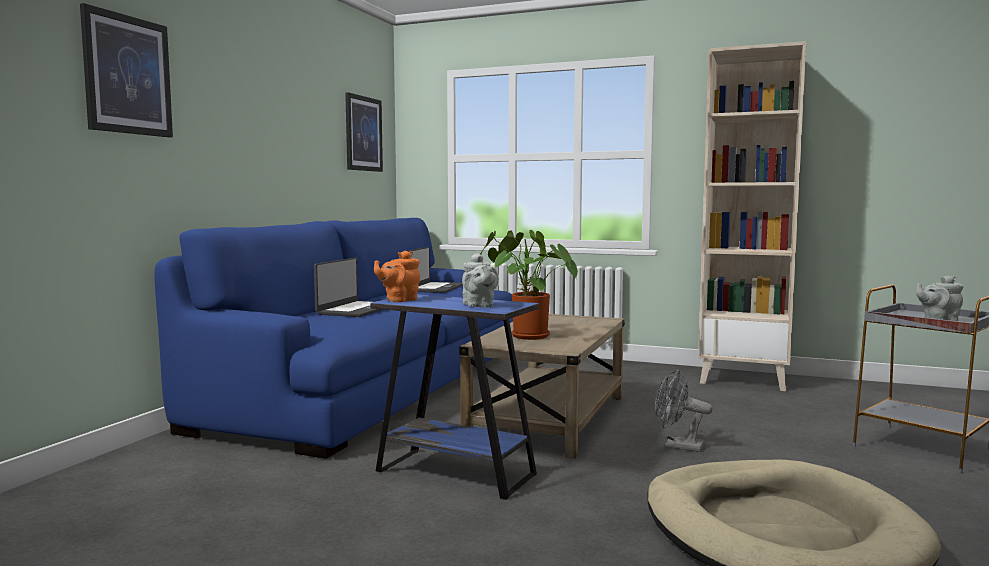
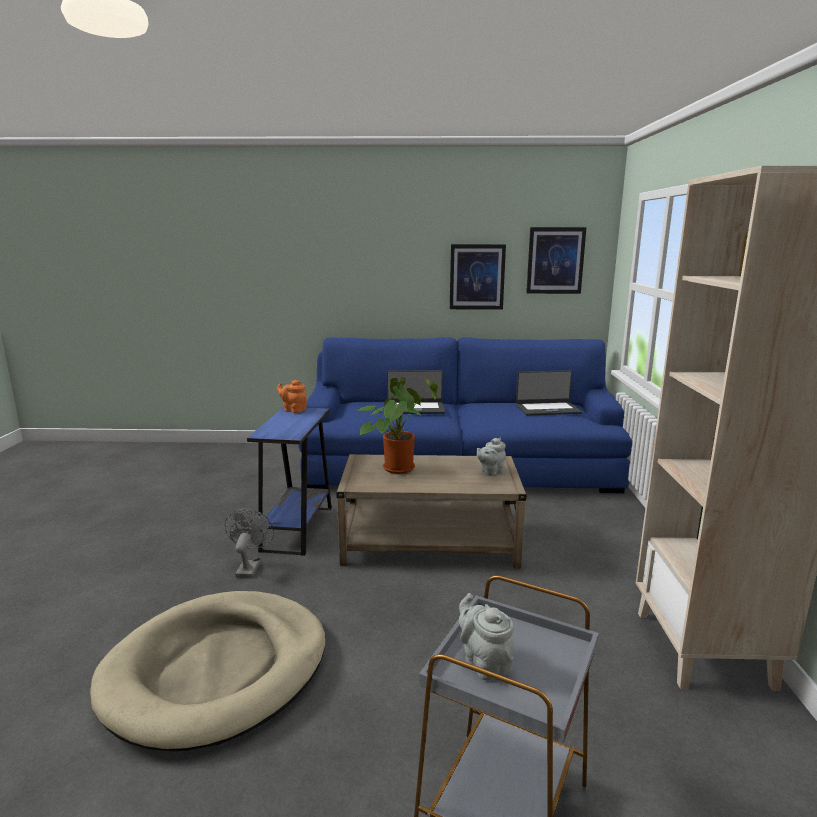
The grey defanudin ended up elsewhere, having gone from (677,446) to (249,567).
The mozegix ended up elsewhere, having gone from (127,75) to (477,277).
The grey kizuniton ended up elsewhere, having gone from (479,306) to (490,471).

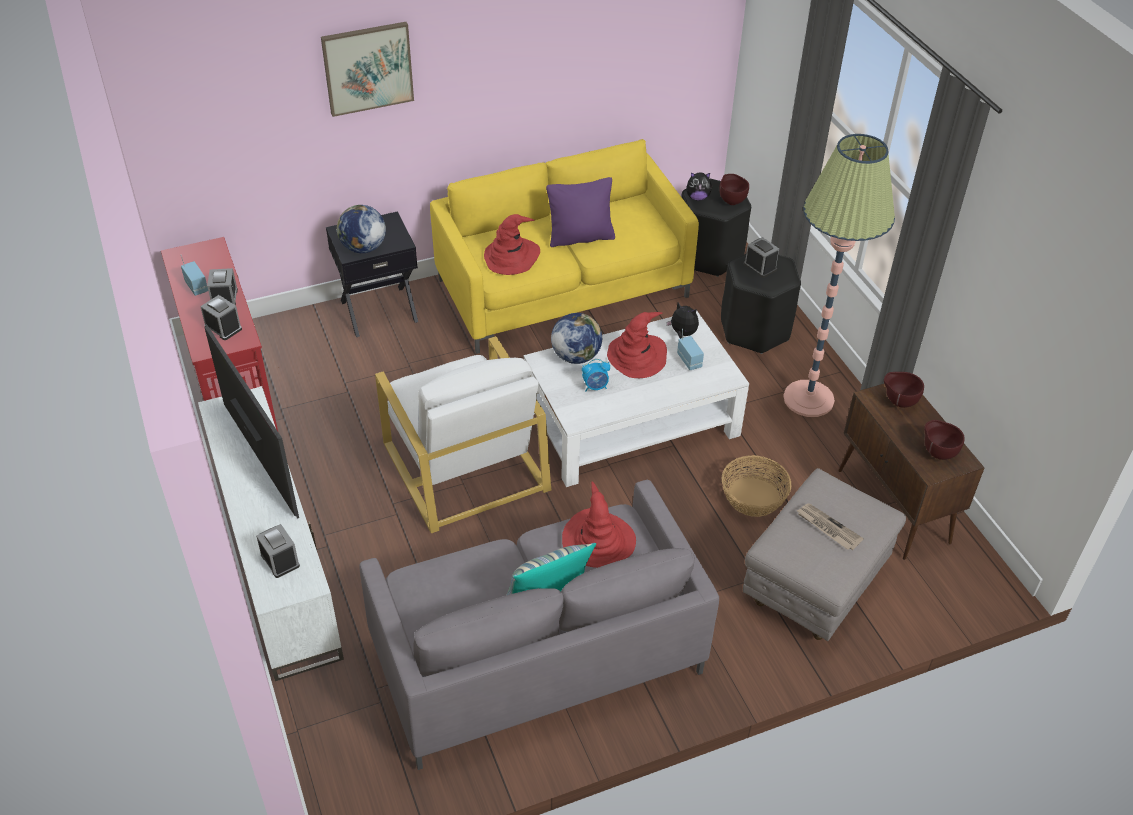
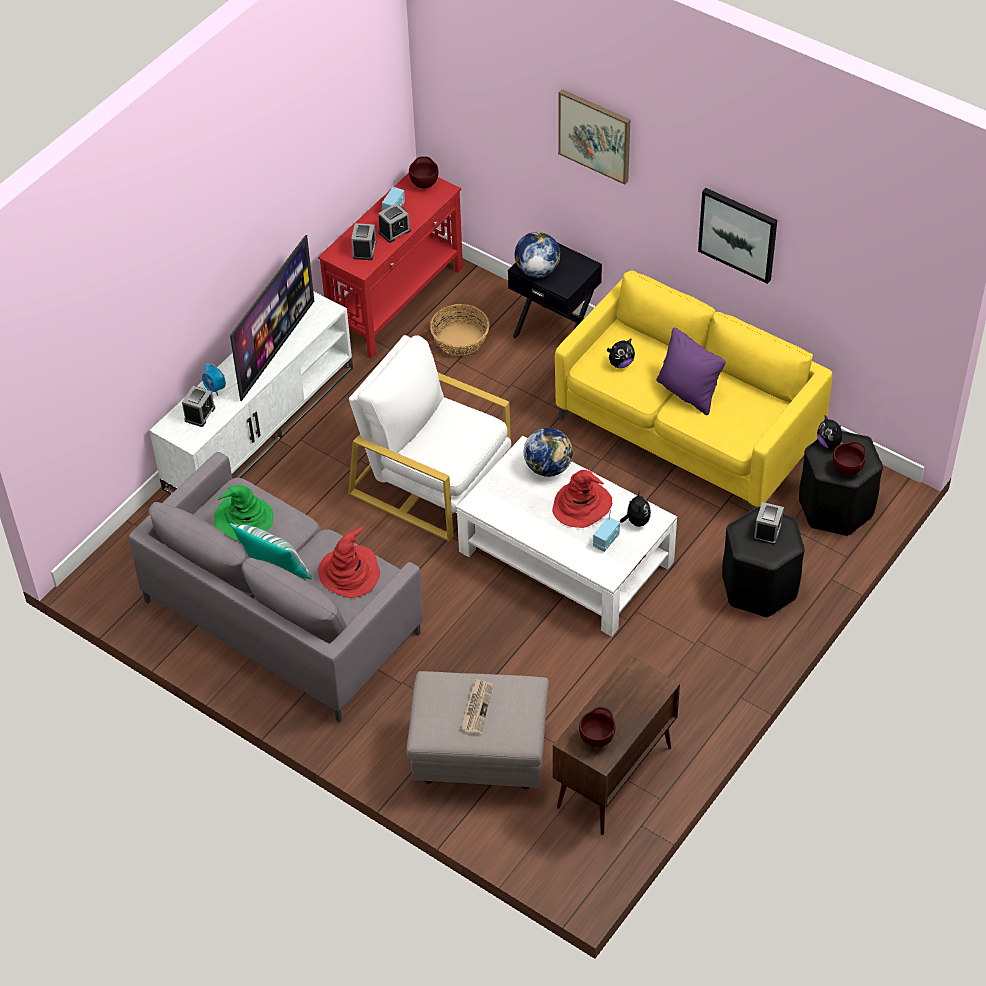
The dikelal ended up elsewhere, having gone from (595,387) to (215,389).
The second view gained the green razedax at (243,519).
The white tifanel at (465,464) ended up facing another way, 90 degrees clockwise from before.
The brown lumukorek ended up elsewhere, having gone from (898,402) to (424,184).
The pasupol ended up elsewhere, having gone from (753,497) to (460,339).
Where the red razedax stood at (511,257), the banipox came to stand at (620,363).
The second view gained the mozegix at (738,234).
The second view lost the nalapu at (808,399).

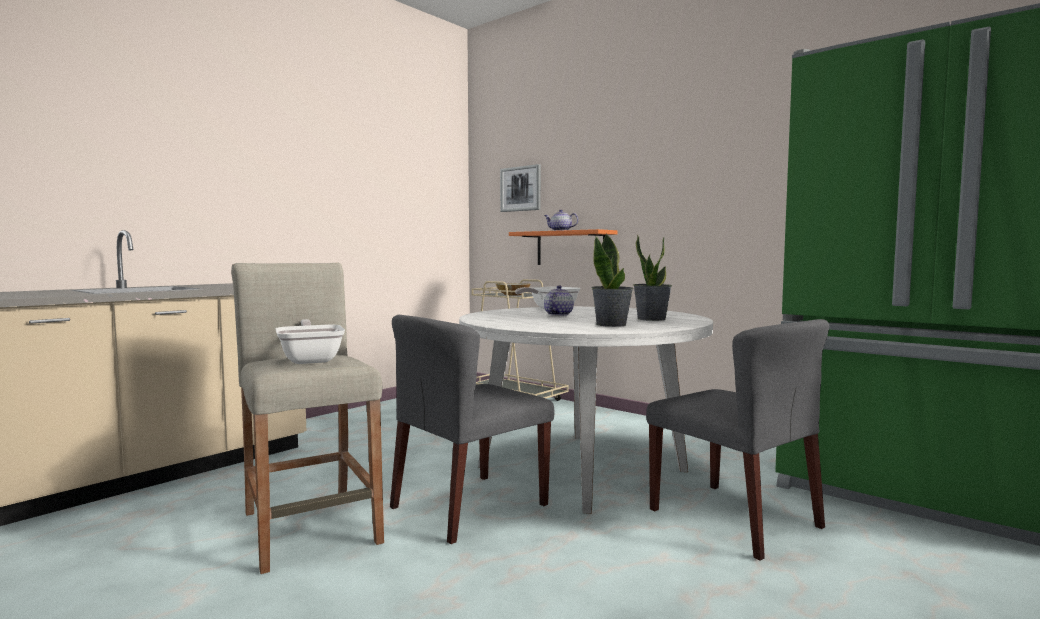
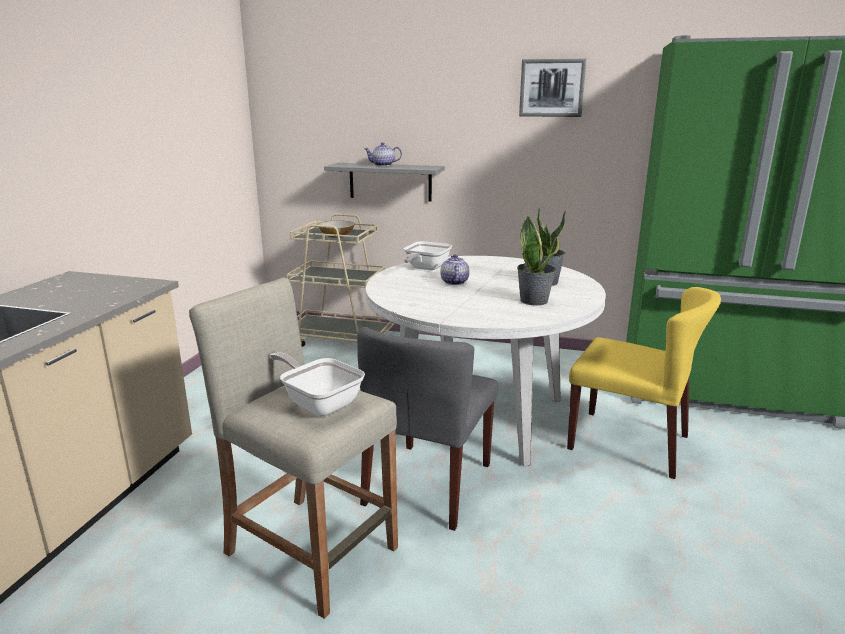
What was the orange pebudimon at (570,248) turned into the grey pebudimon at (390,182).
The mozegix ended up elsewhere, having gone from (521,189) to (552,88).
What was the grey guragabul at (735,518) turned into the yellow guragabul at (629,442).

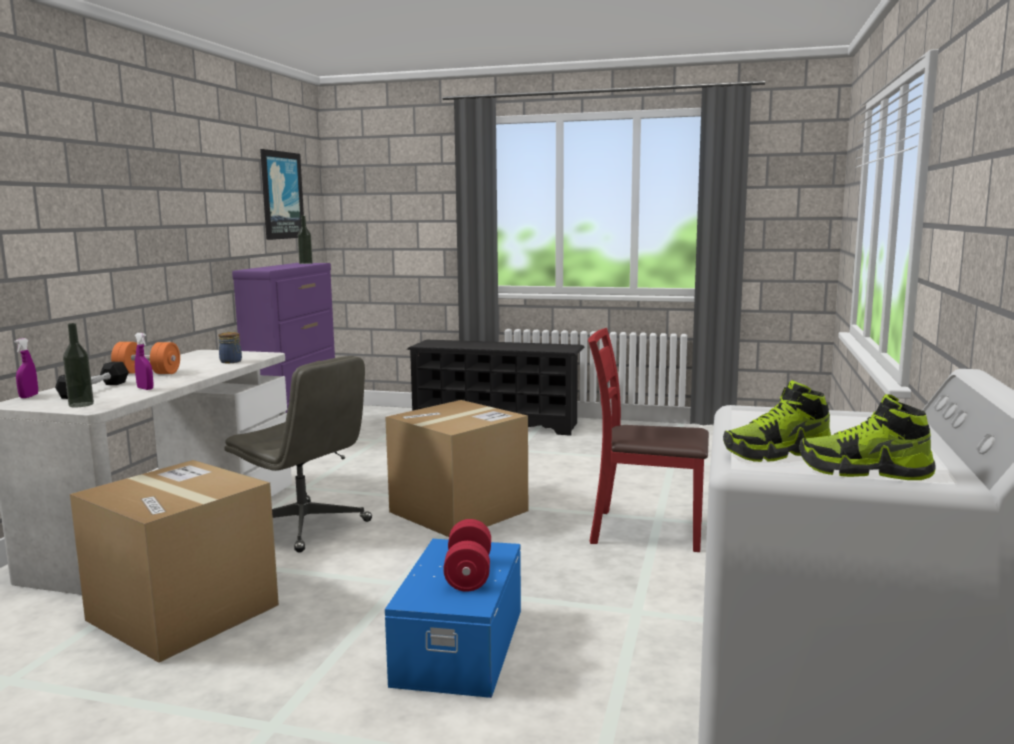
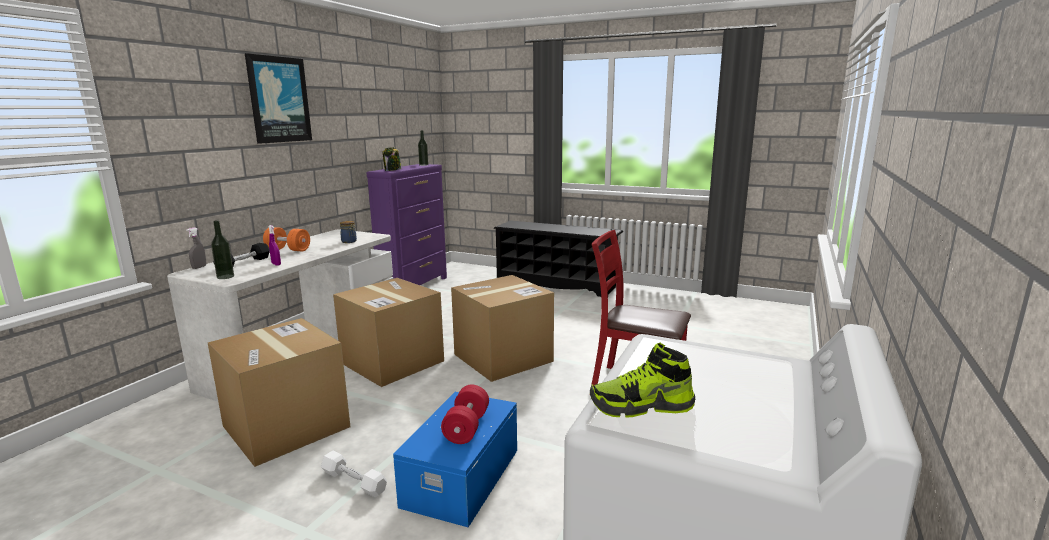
What was the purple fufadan at (29,396) turned into the grey fufadan at (199,267).
The mozegix ended up elsewhere, having gone from (281,195) to (279,99).
The second view gained the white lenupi at (354,481).
Where the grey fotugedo stood at (304,526), the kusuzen came to stand at (392,362).
The second view gained the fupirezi at (392,170).
The second view lost the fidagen at (864,471).

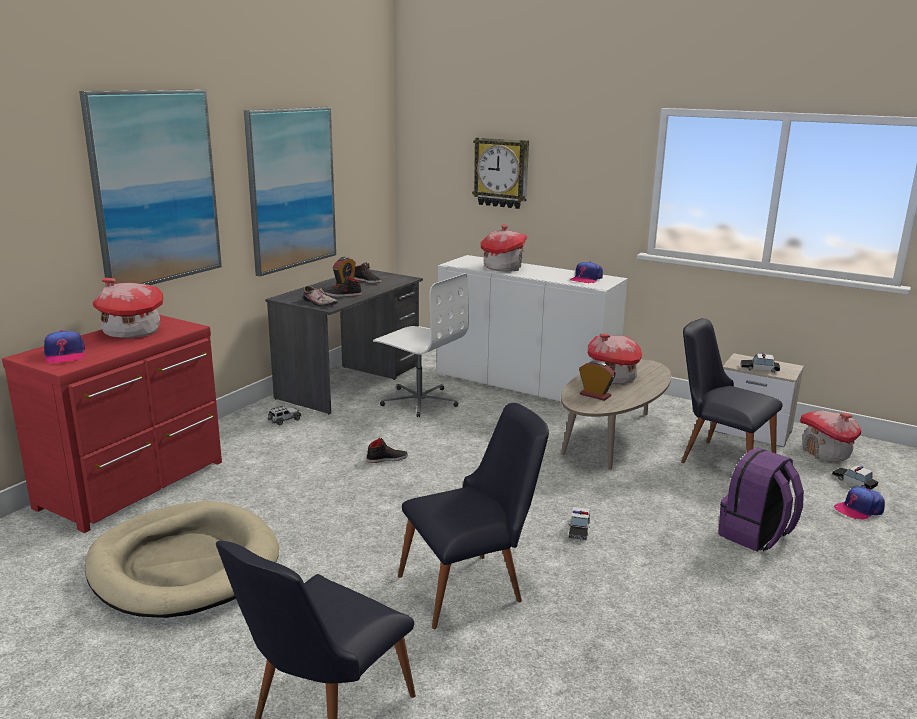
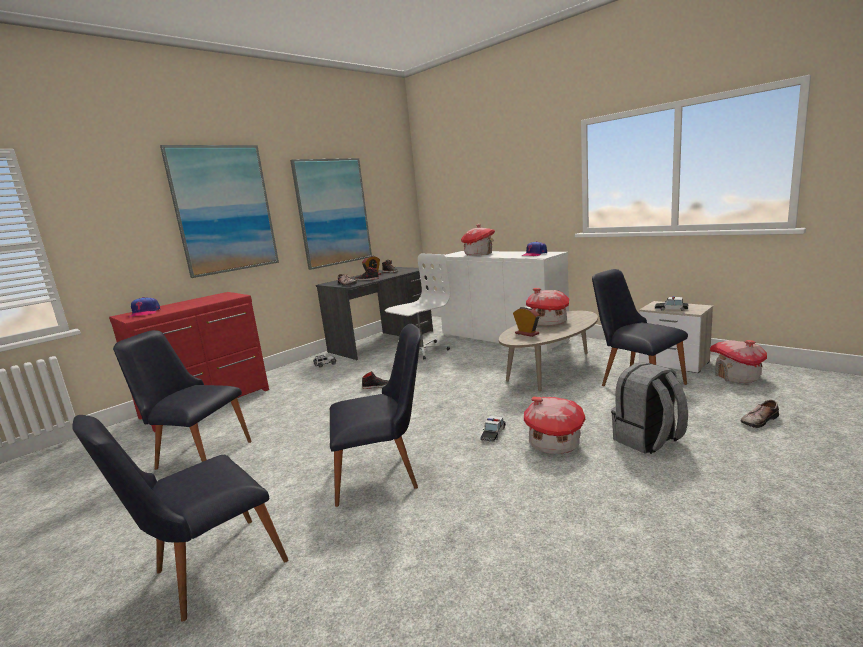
Where the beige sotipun stood at (184,565), the black guragabul came to stand at (197,454).
The white fotugedo at (419,401) ended up facing another way, 90 degrees counterclockwise from before.
The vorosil ended up elsewhere, having gone from (131,332) to (553,444).
What was the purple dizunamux at (755,535) turned into the grey dizunamux at (648,440).
Where the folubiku stood at (859,509), the fidagen came to stand at (758,420).
The second view lost the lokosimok at (501,172).
The second view lost the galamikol at (853,482).

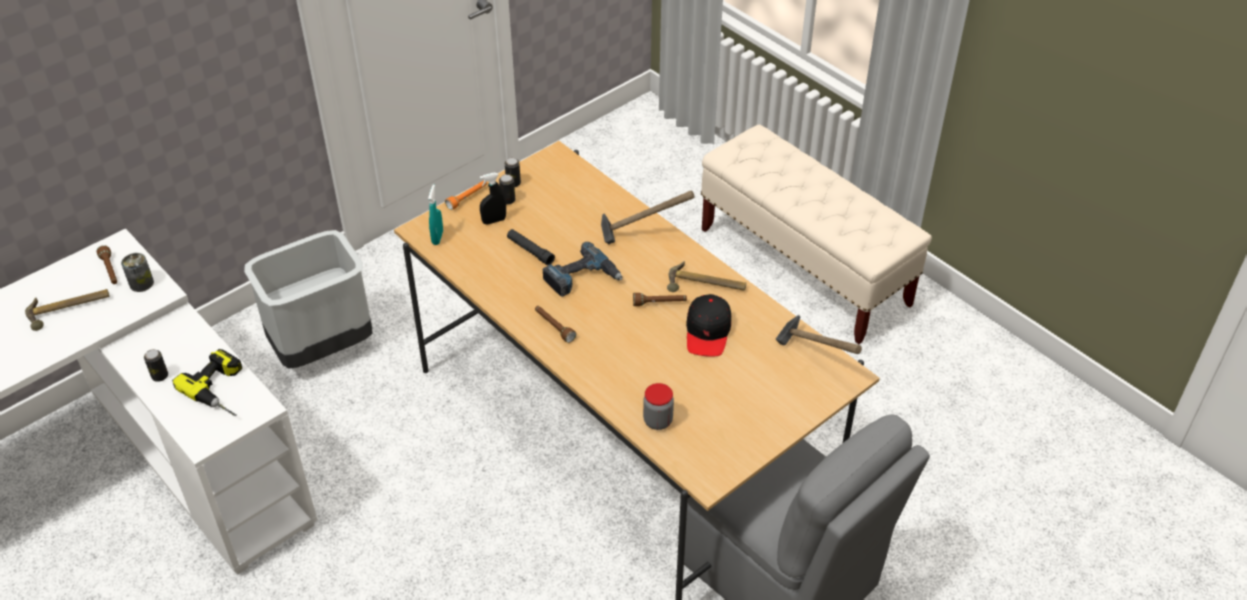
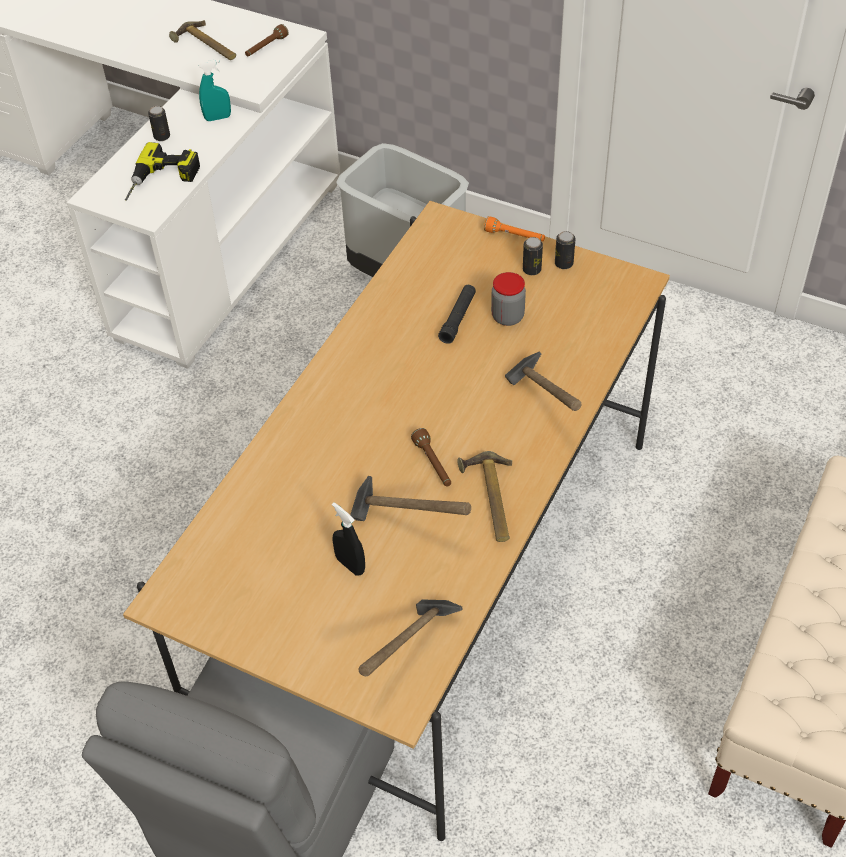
The turquoise fufadan ended up elsewhere, having gone from (437,238) to (218,118).
The black fufadan ended up elsewhere, having gone from (494,221) to (350,565).
Where the black folubiku stood at (708,332), the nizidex came to stand at (407,527).
The fupirezi ended up elsewhere, having gone from (658,421) to (507,317).
The second view lost the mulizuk at (141,283).
The second view lost the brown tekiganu at (554,327).
The second view lost the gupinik at (582,278).

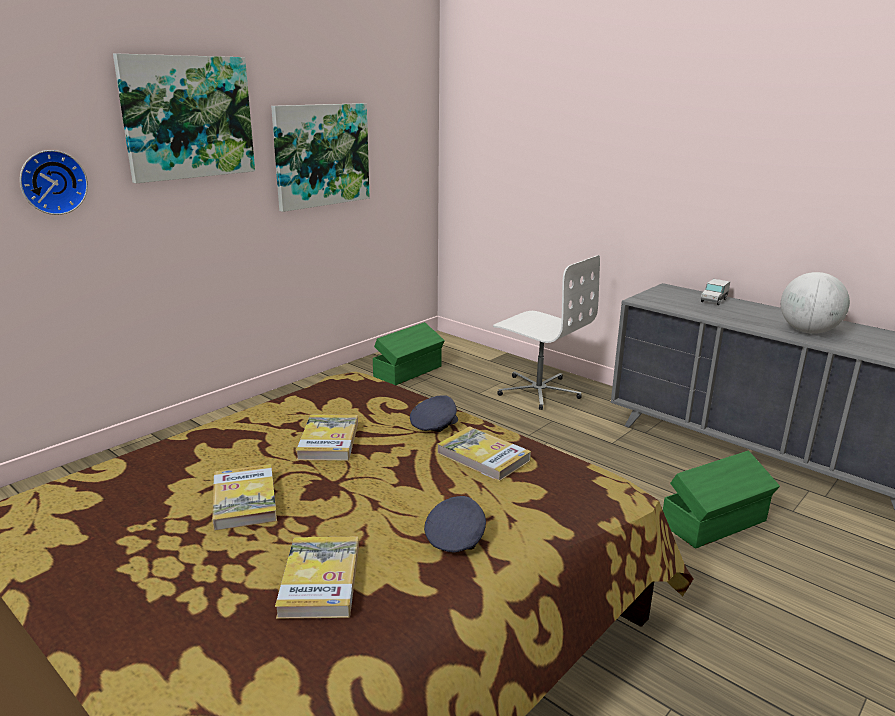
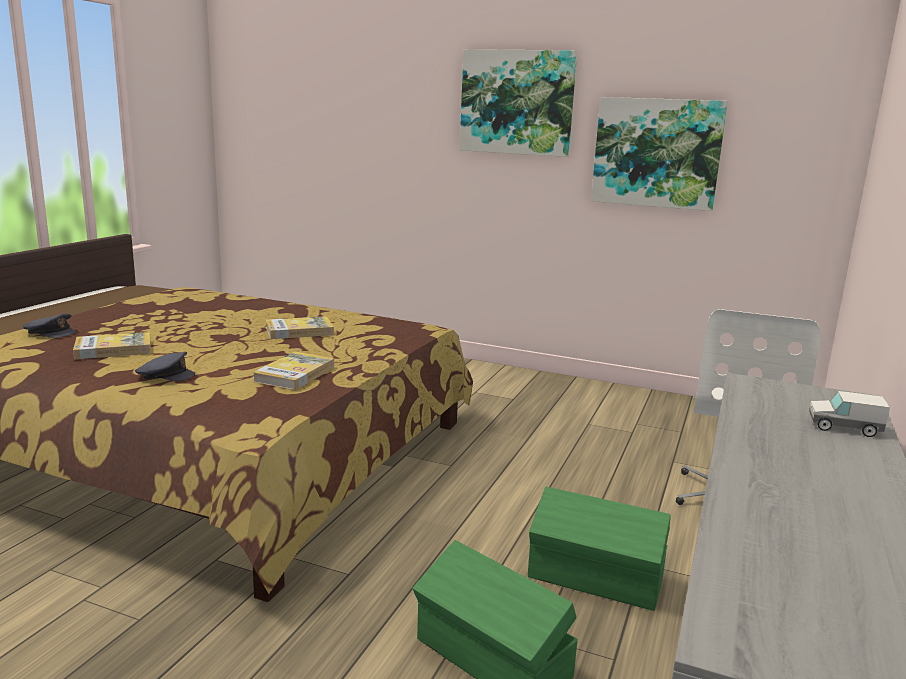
The grey folubiku ended up elsewhere, having gone from (434,424) to (51,332).
The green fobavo ended up elsewhere, having gone from (409,372) to (596,579).
The second view lost the lokosimok at (52,182).
The second view lost the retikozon at (244,500).
The second view lost the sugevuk at (808,331).

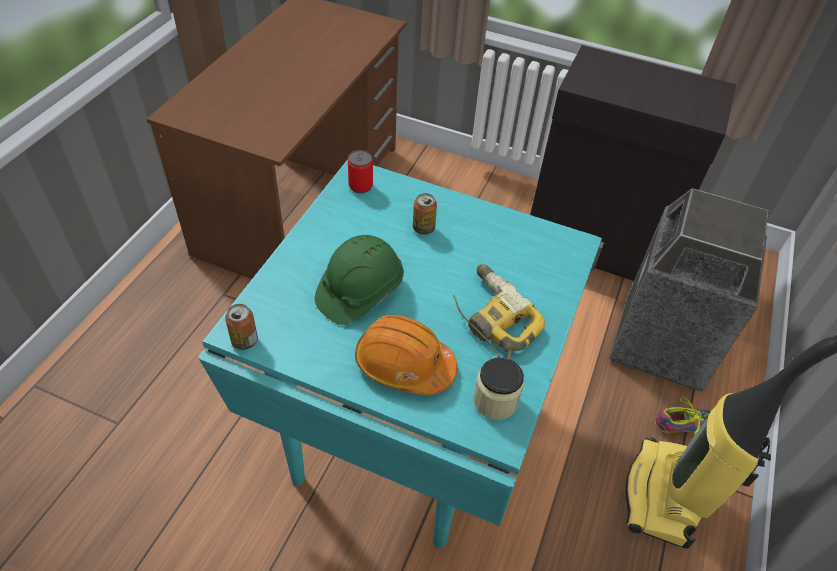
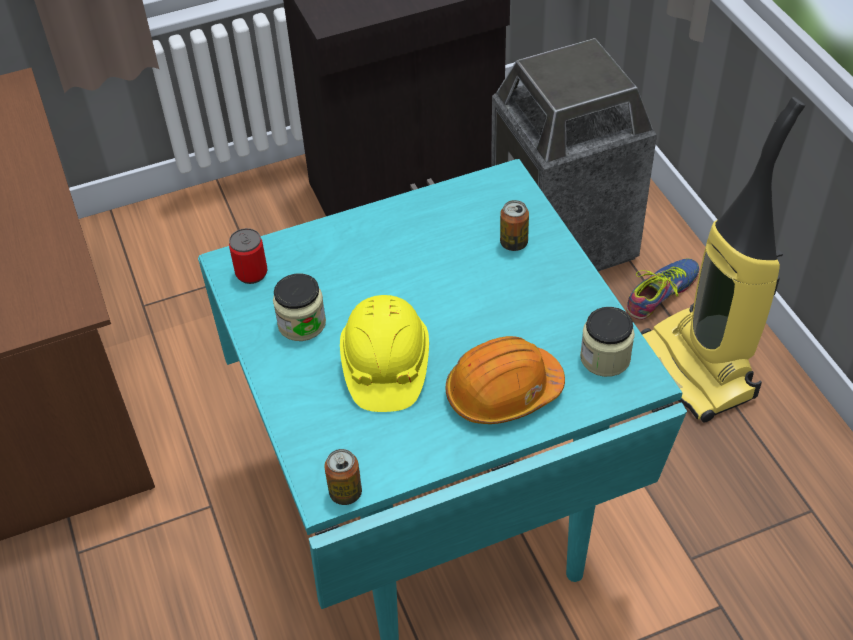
The second view gained the fupirezi at (302,323).
What was the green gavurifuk at (359,291) turned into the yellow gavurifuk at (385,366).
The mulizuk ended up elsewhere, having gone from (423,228) to (513,243).
The second view lost the gupinik at (491,318).

